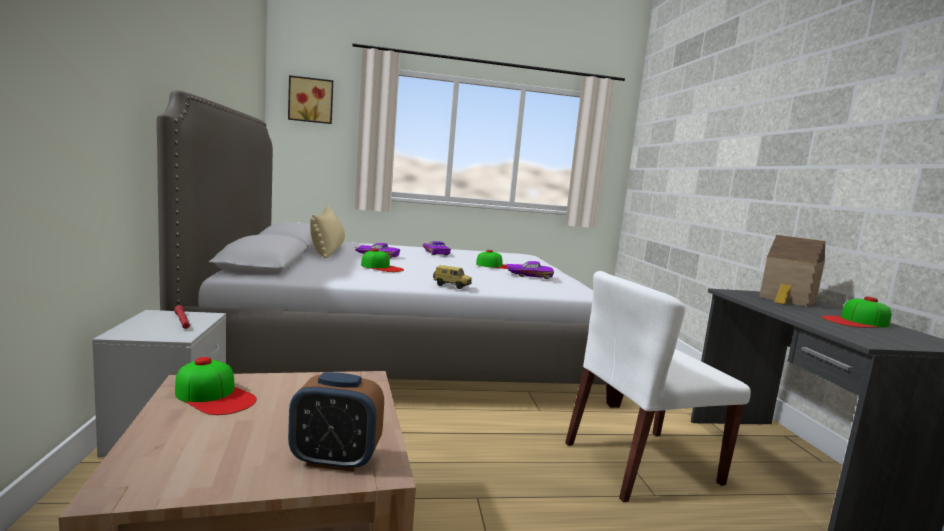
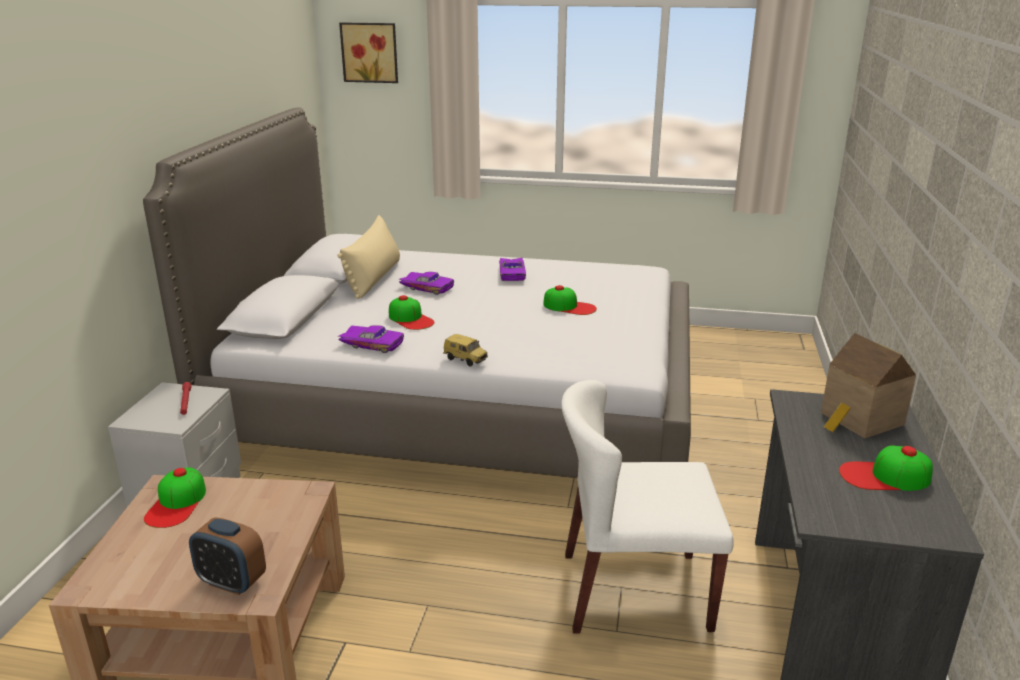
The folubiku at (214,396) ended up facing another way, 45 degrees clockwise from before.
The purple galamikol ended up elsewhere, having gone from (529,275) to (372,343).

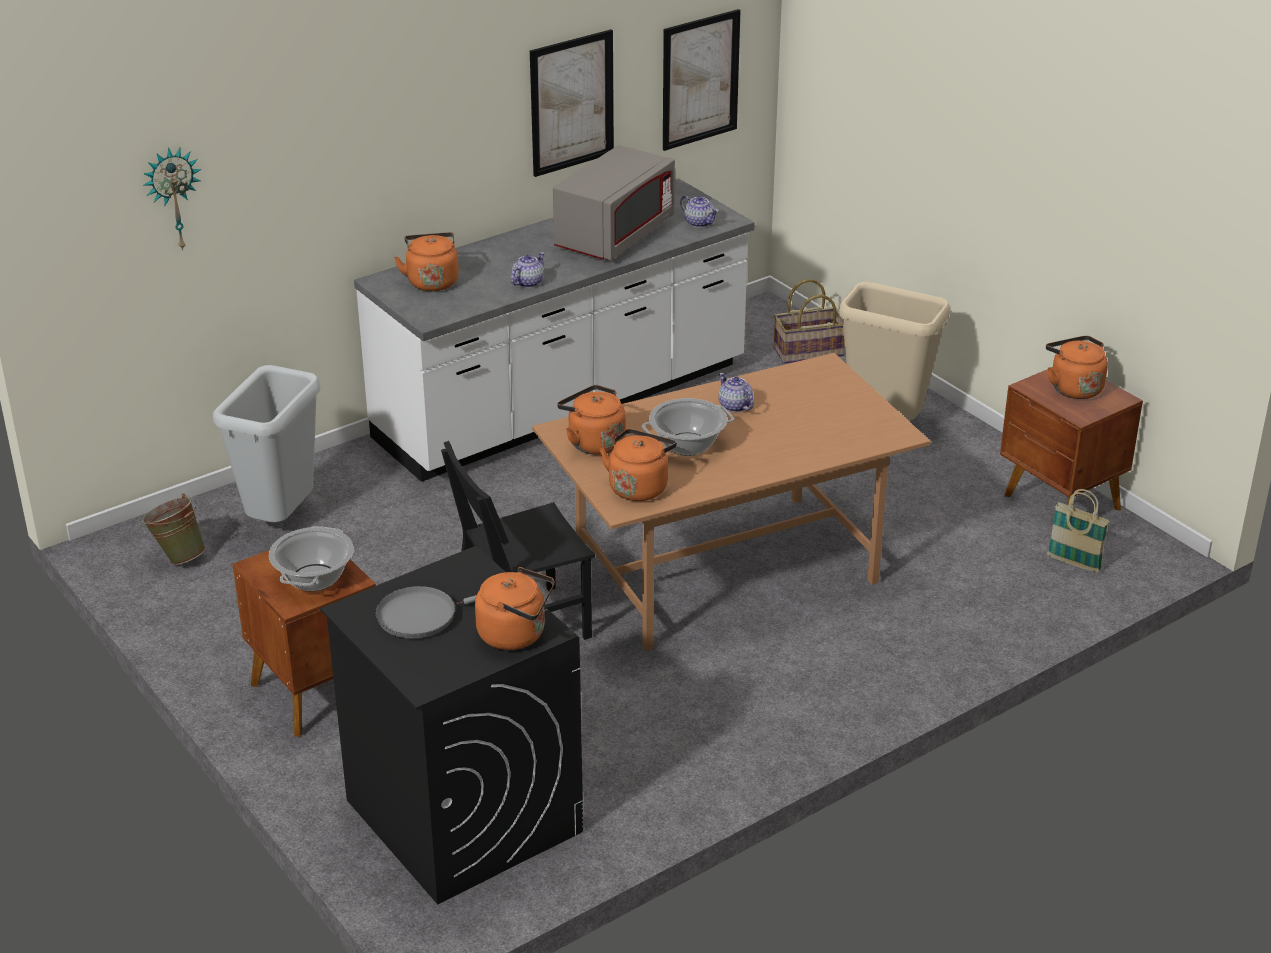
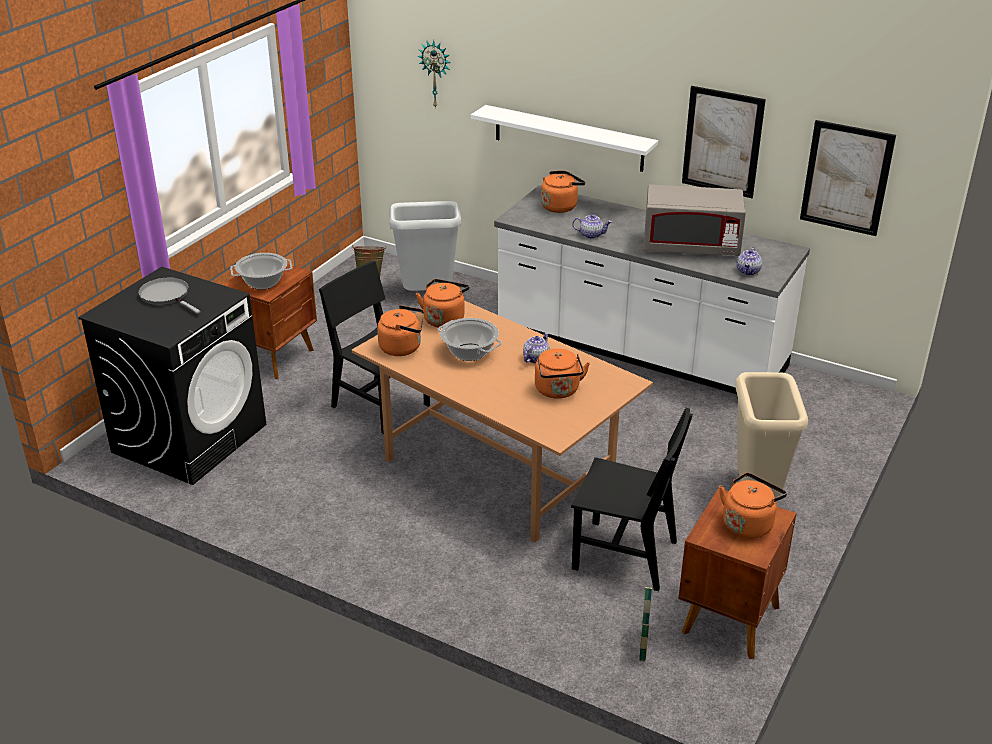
The second view gained the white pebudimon at (568,138).
The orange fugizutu ended up elsewhere, having gone from (516,634) to (558,391).
The second view gained the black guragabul at (625,555).
The second view lost the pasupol at (808,352).

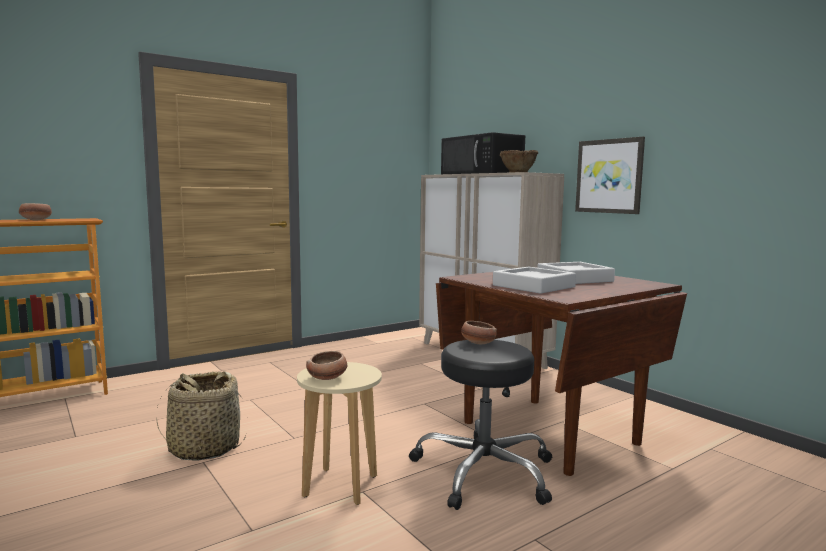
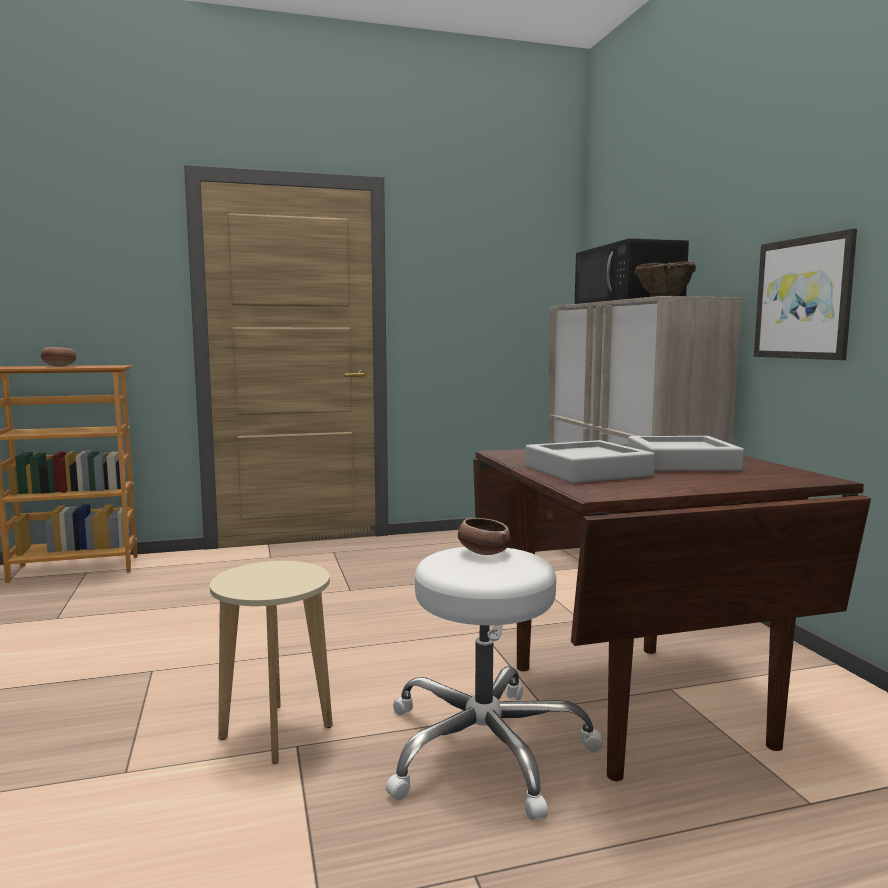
What was the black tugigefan at (484,472) turned into the white tugigefan at (485,749).
The second view lost the pasupol at (204,448).
The second view lost the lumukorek at (328,378).

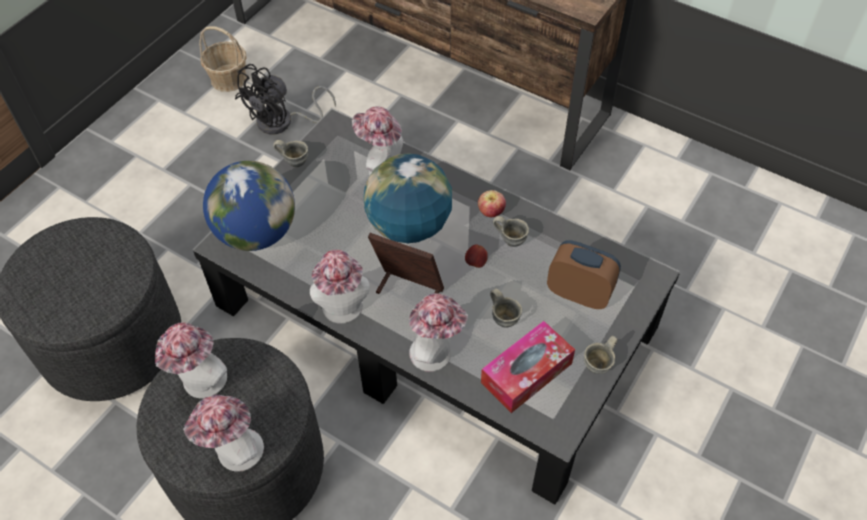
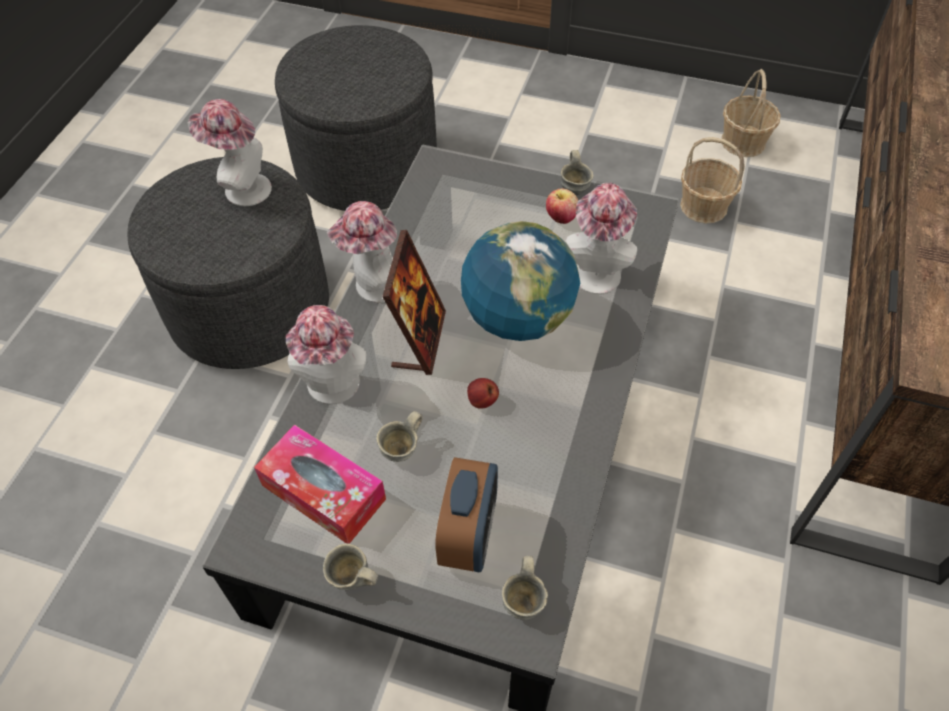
The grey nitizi ended up elsewhere, having gone from (511,239) to (525,601).
The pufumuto ended up elsewhere, having gone from (491,212) to (561,218).
Where the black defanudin stood at (283,122), the pasupol came to stand at (704,206).
The second view lost the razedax at (234,453).
The second view lost the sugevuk at (256,233).

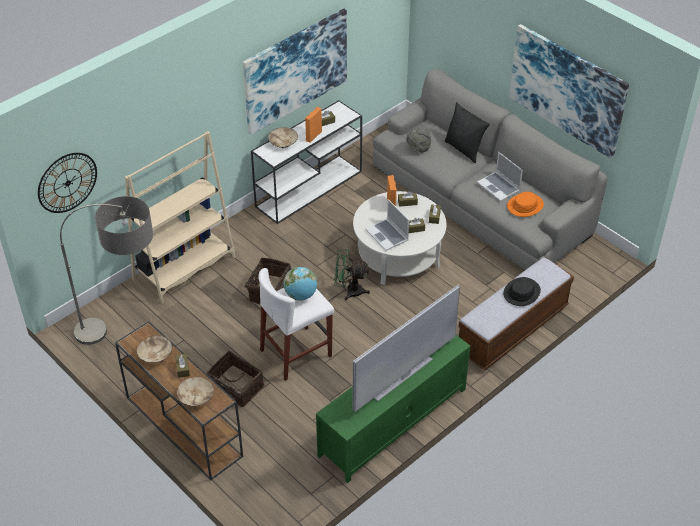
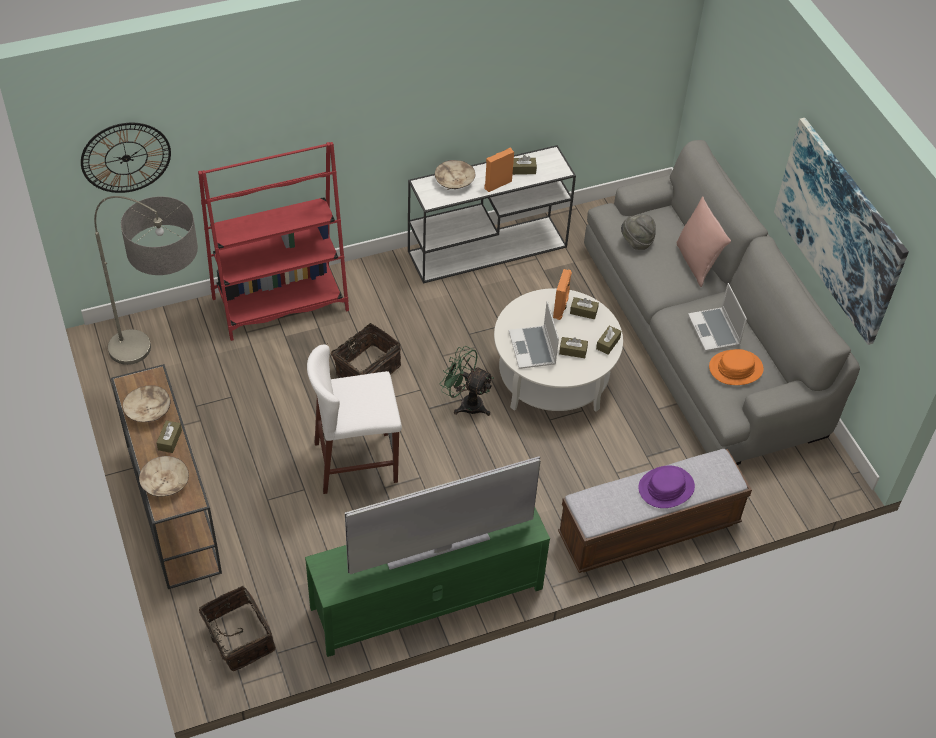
What was the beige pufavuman at (184,268) turned into the red pufavuman at (280,304).
The pasupol ended up elsewhere, having gone from (236,388) to (238,639).
What was the black razedax at (521,292) turned into the purple razedax at (666,488).
What was the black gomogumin at (464,149) turned into the pink gomogumin at (697,263).
The second view lost the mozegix at (295,70).
The second view lost the sugevuk at (301,295).

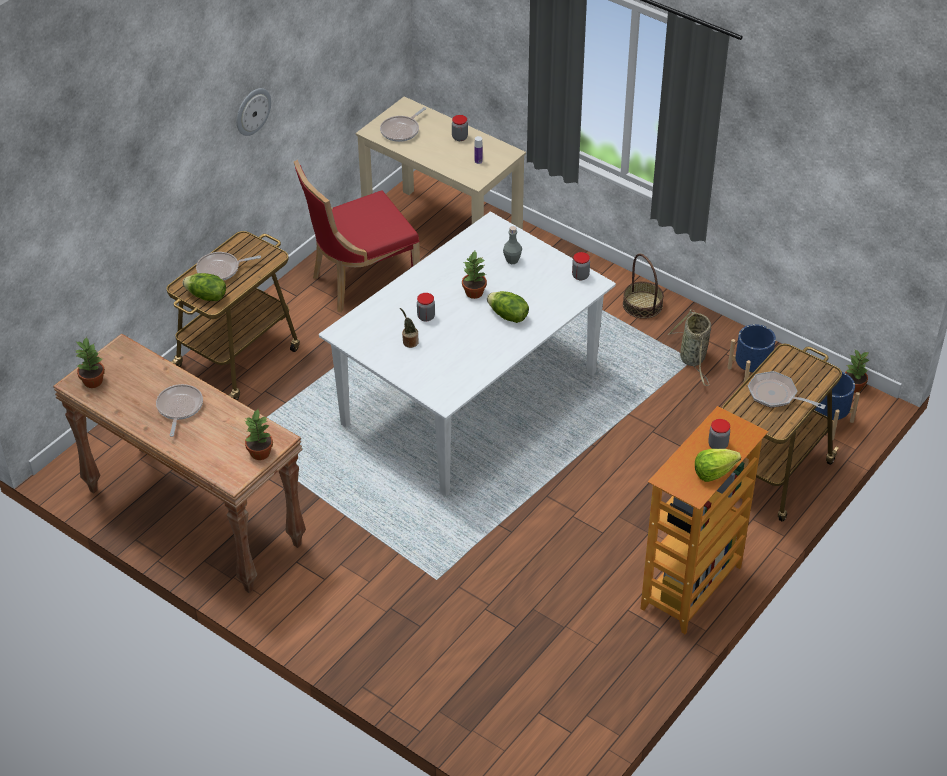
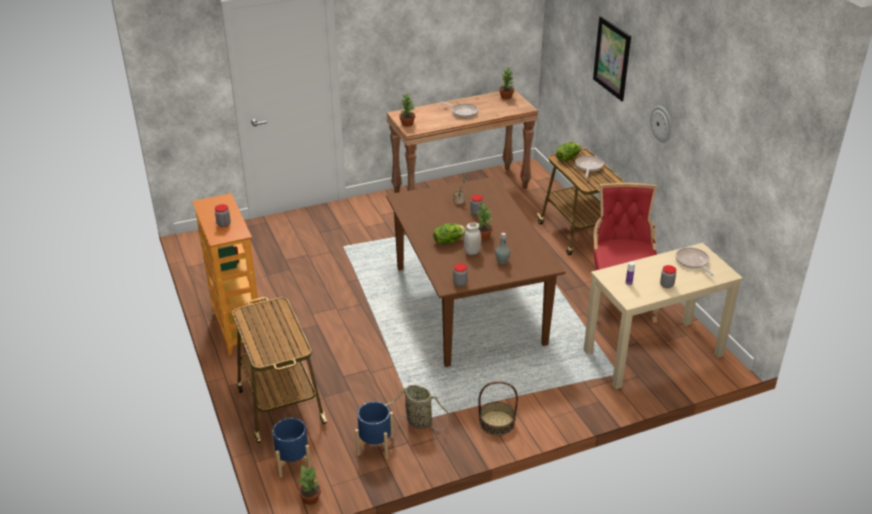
What was the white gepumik at (469,397) turned into the brown gepumik at (469,305).
The second view gained the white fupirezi at (472,252).
The second view gained the mozegix at (612,58).
The second view lost the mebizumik at (714,472).
The second view lost the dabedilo at (776,395).

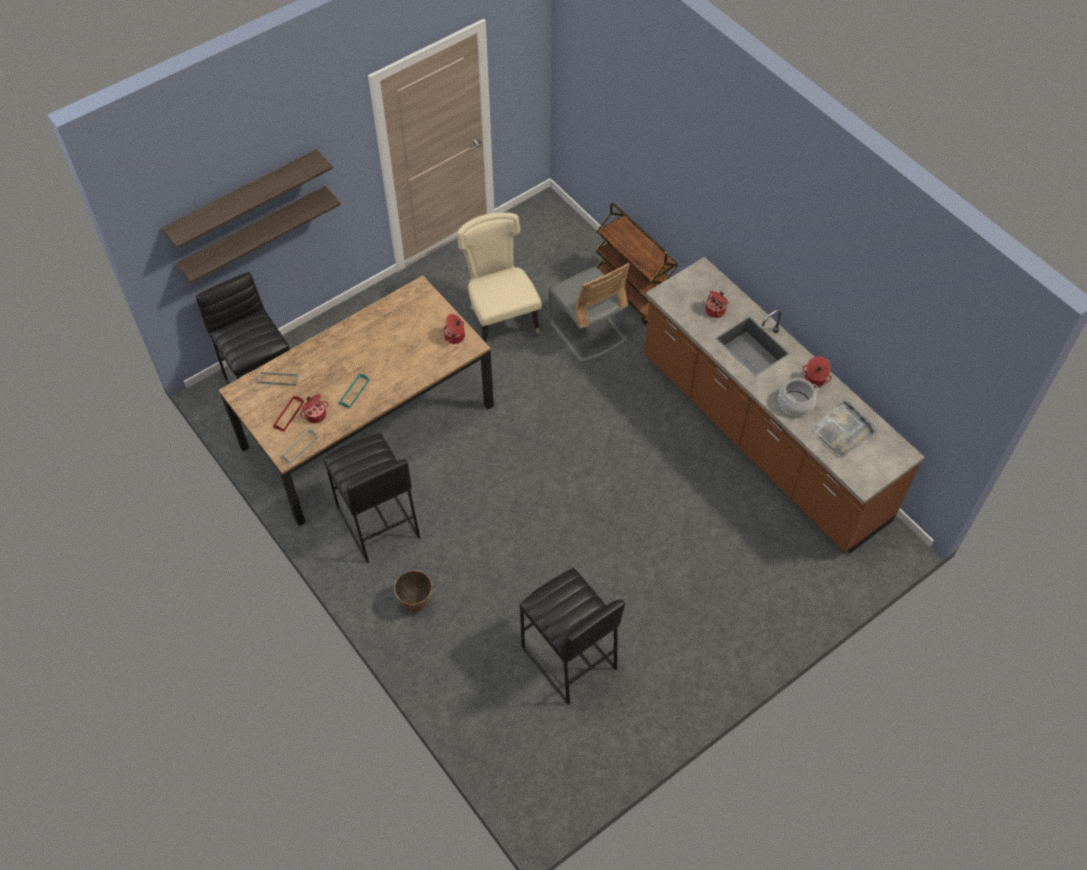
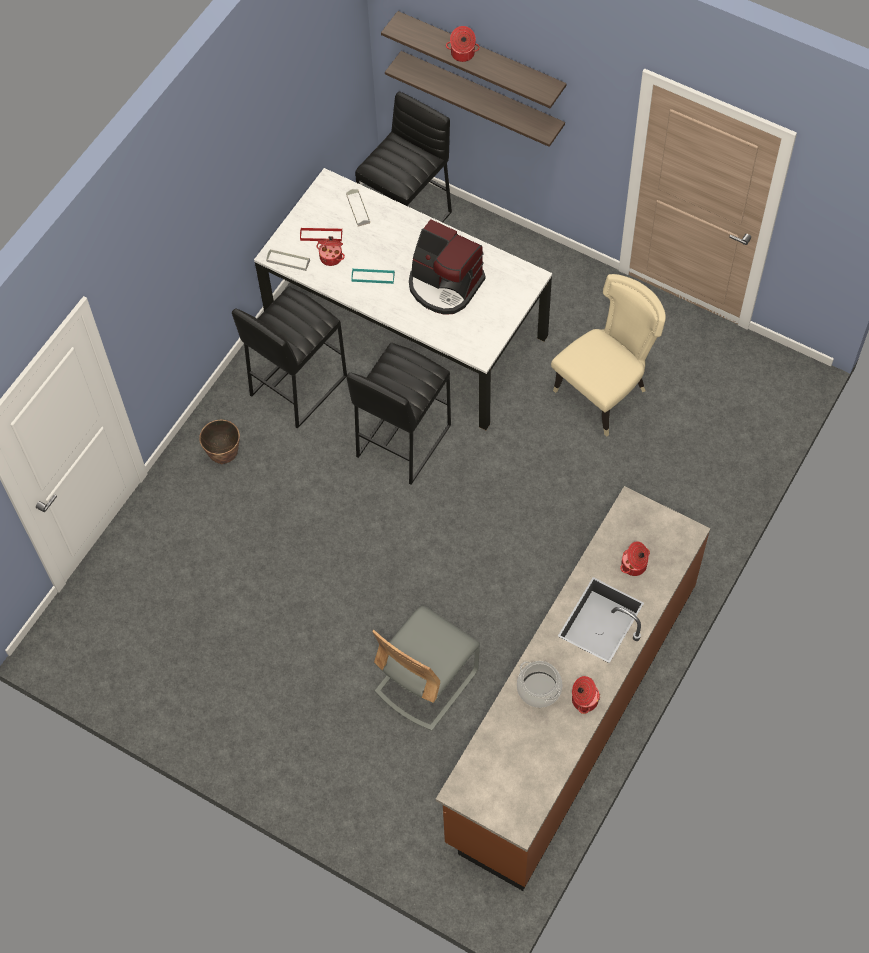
What was the brown gepumik at (368,425) turned into the white gepumik at (407,329).
The black tugigefan ended up elsewhere, having gone from (568,659) to (402,441).
The grey guragabul ended up elsewhere, having gone from (587,331) to (426,681).
The second view gained the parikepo at (444,285).
The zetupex ended up elsewhere, having gone from (455,336) to (462,54).
The second view lost the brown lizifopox at (633,292).
The second view lost the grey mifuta at (843,430).

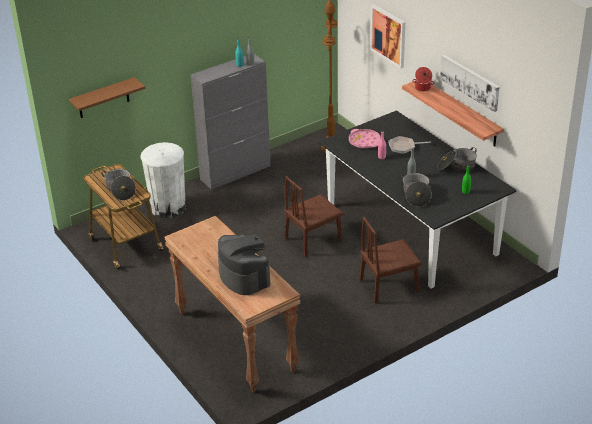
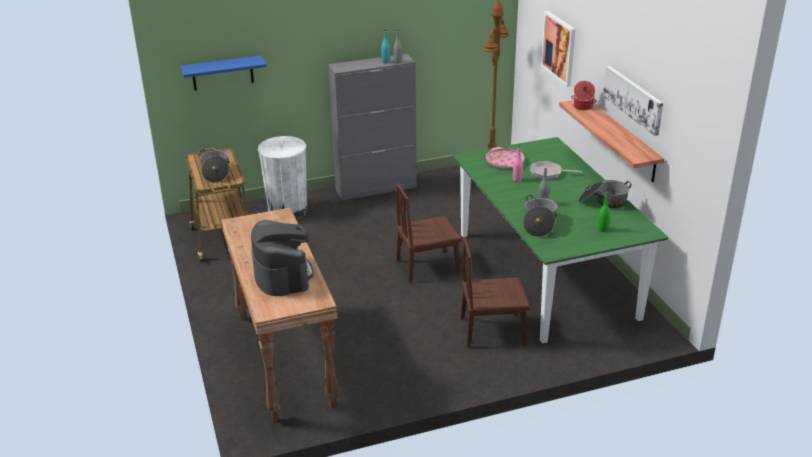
What was the brown pebudimon at (103,98) turned into the blue pebudimon at (222,73).
What was the black gepumik at (411,229) turned into the green gepumik at (546,274).

